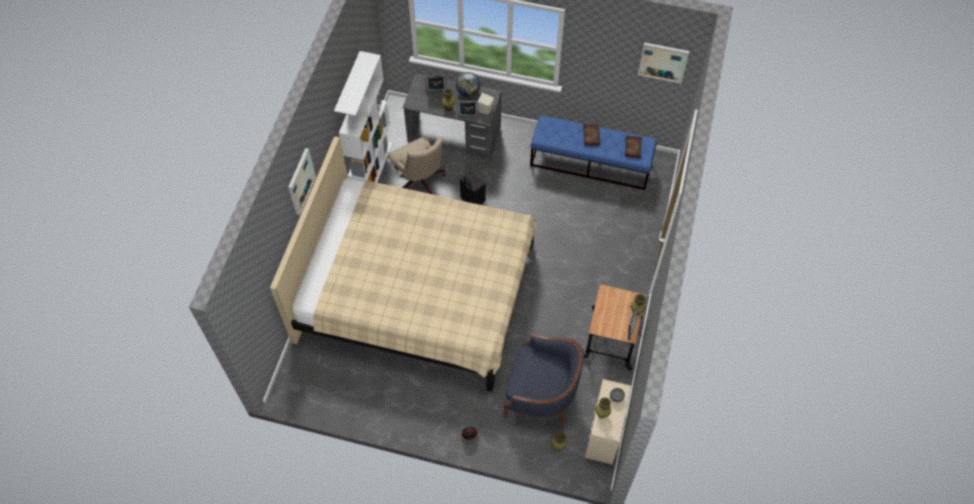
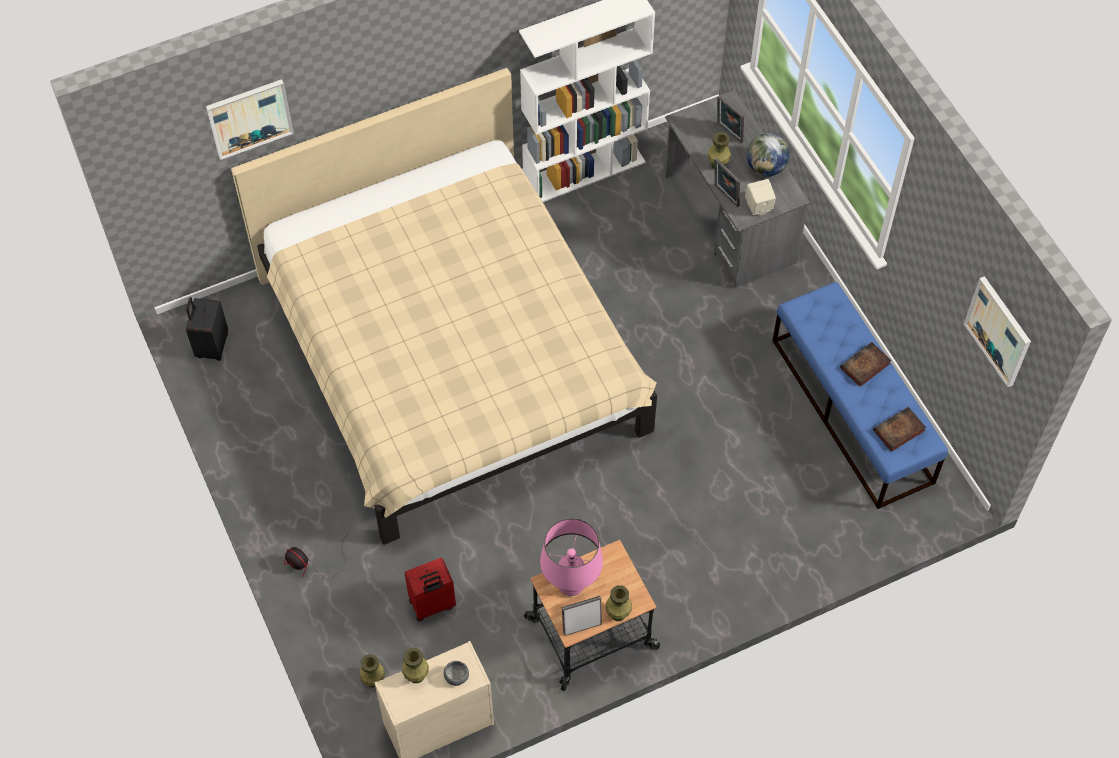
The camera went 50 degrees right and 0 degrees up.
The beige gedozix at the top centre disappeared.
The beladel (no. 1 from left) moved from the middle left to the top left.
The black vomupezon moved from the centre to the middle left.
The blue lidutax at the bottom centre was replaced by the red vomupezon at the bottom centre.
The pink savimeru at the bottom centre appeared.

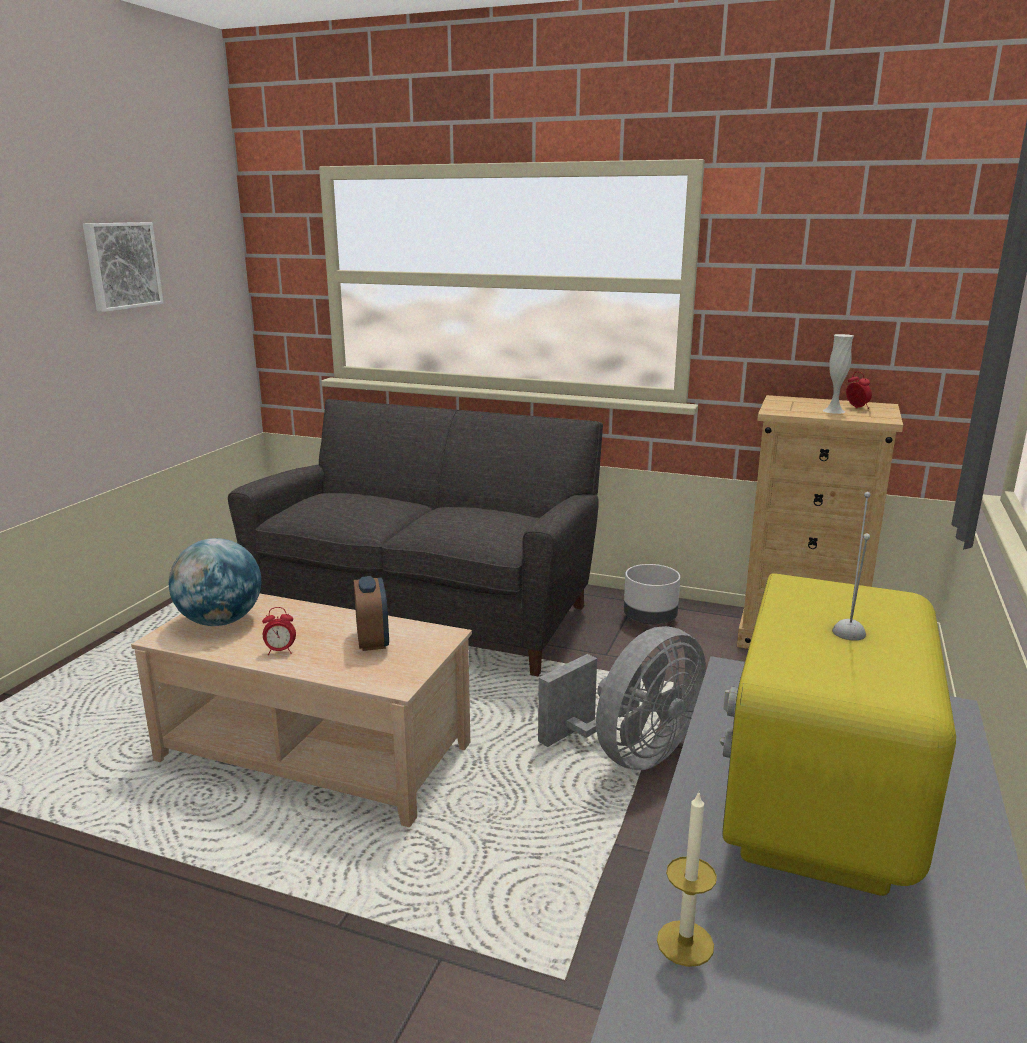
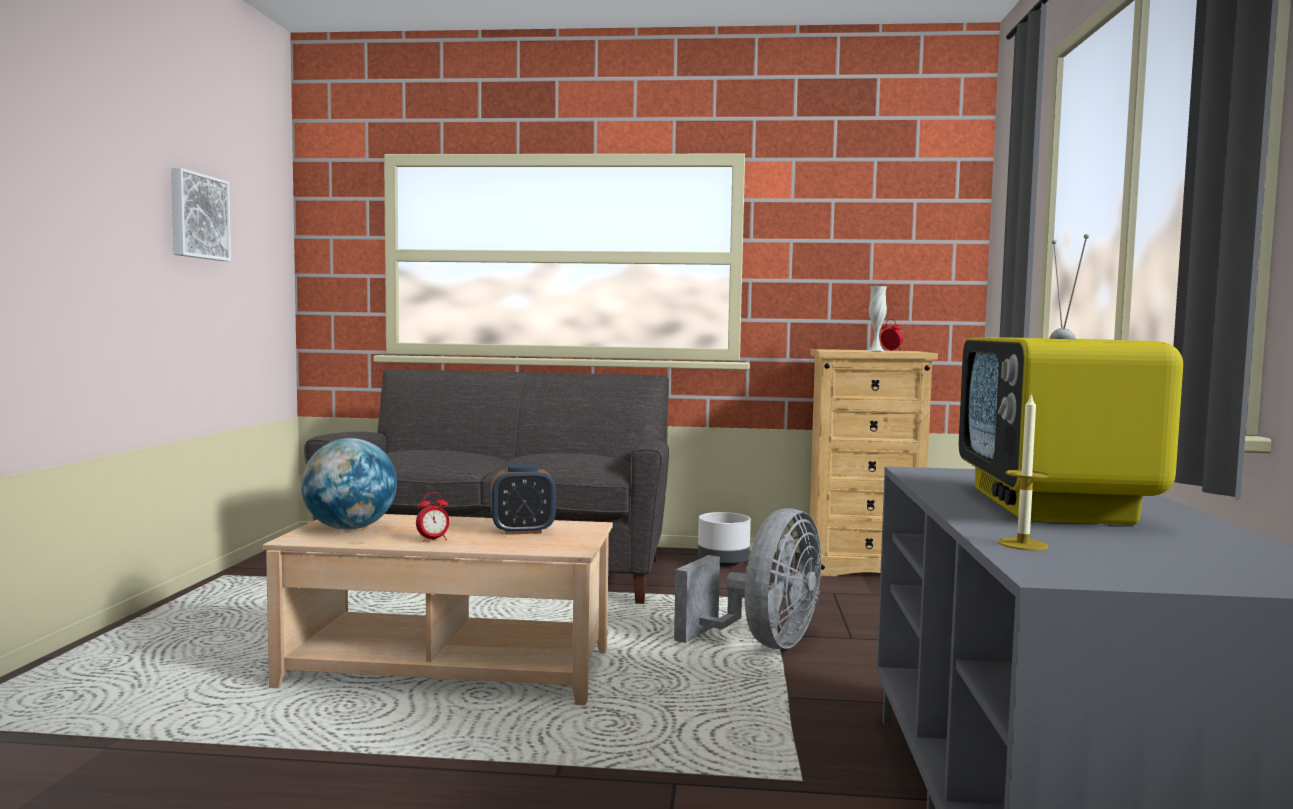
The camera went 15 degrees left and 15 degrees down.
The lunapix (no. 2 from left) at the centre turned 105 degrees clockwise.

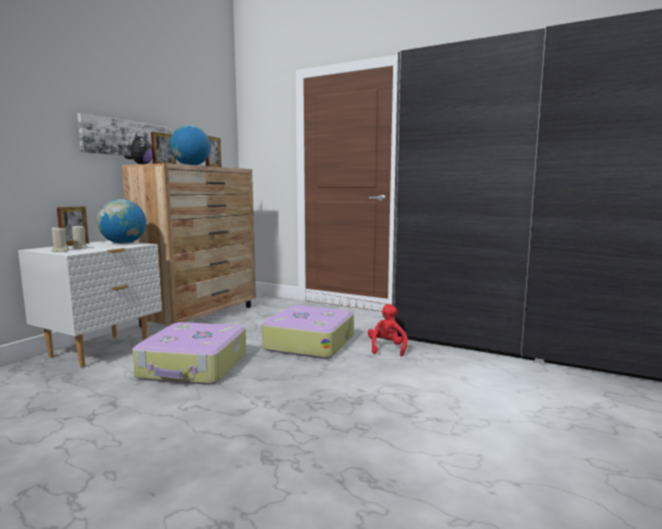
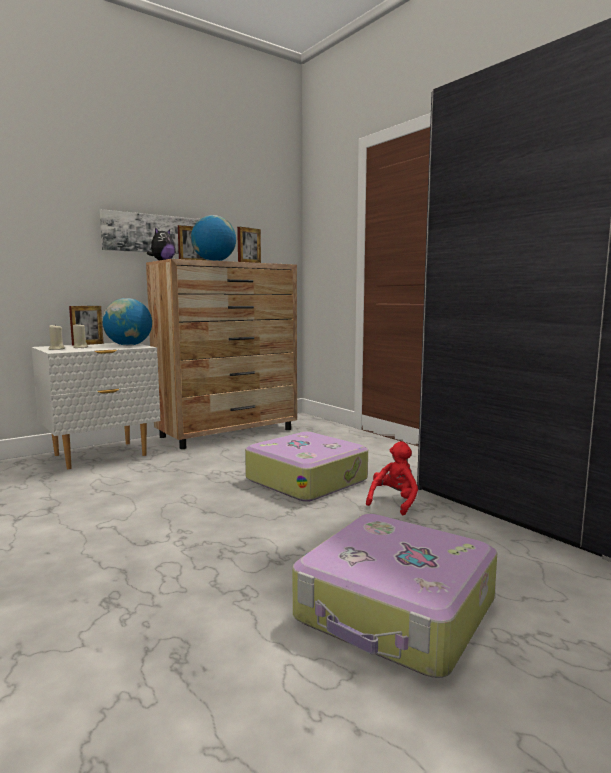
The camera went 25 degrees right and 0 degrees up.
The vomupezon (no. 1 from left in the first image) moved from the bottom left to the bottom centre.

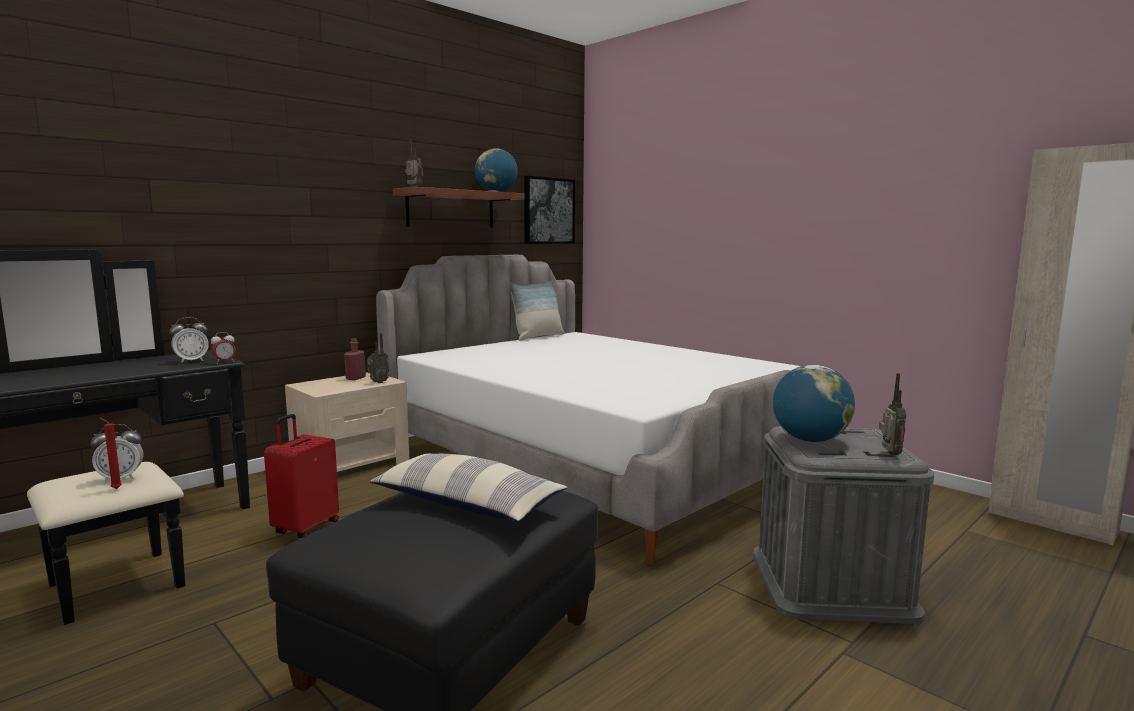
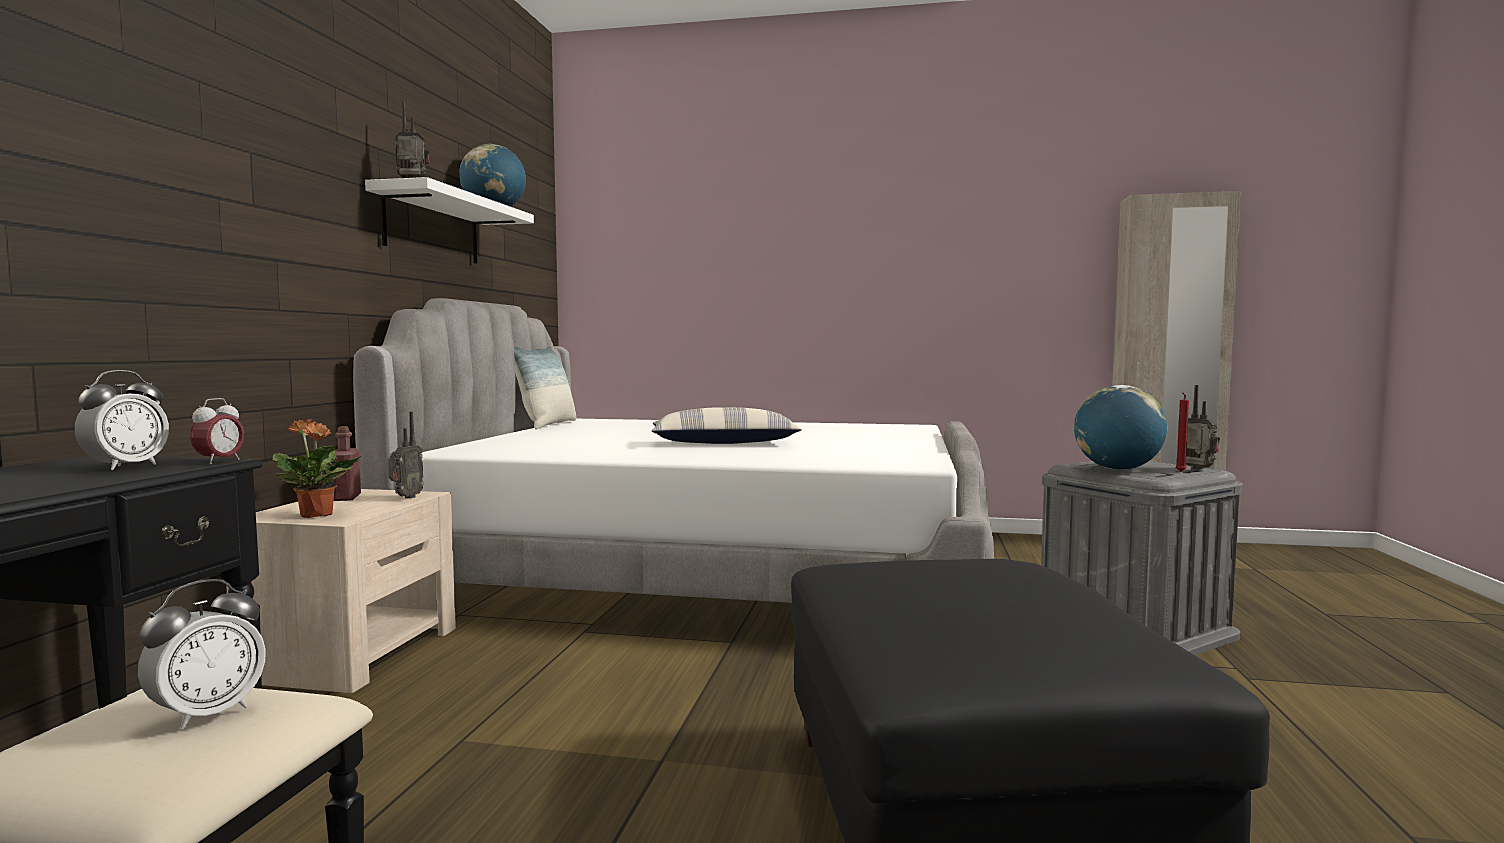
The camera went 35 degrees left and 5 degrees down.
The beladel at the top centre disappeared.
The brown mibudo at the top centre became the white mibudo at the top left.
The red vomupezon at the bottom left disappeared.
The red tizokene moved from the middle left to the middle right.
The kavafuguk (no. 1 from left in the first image) moved from the bottom centre to the centre.
The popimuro at the middle left appeared.

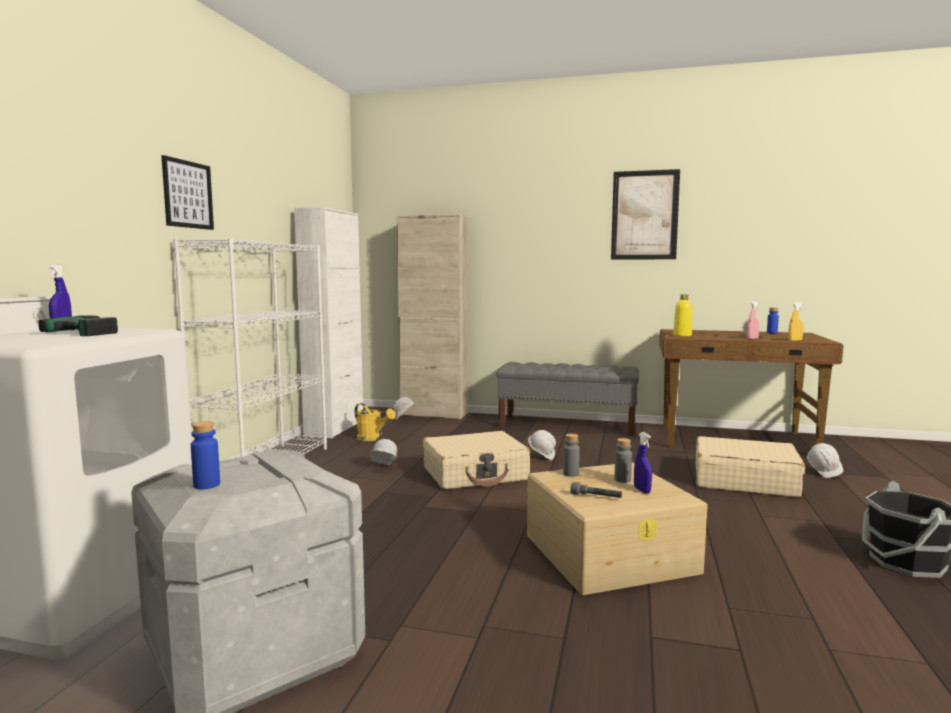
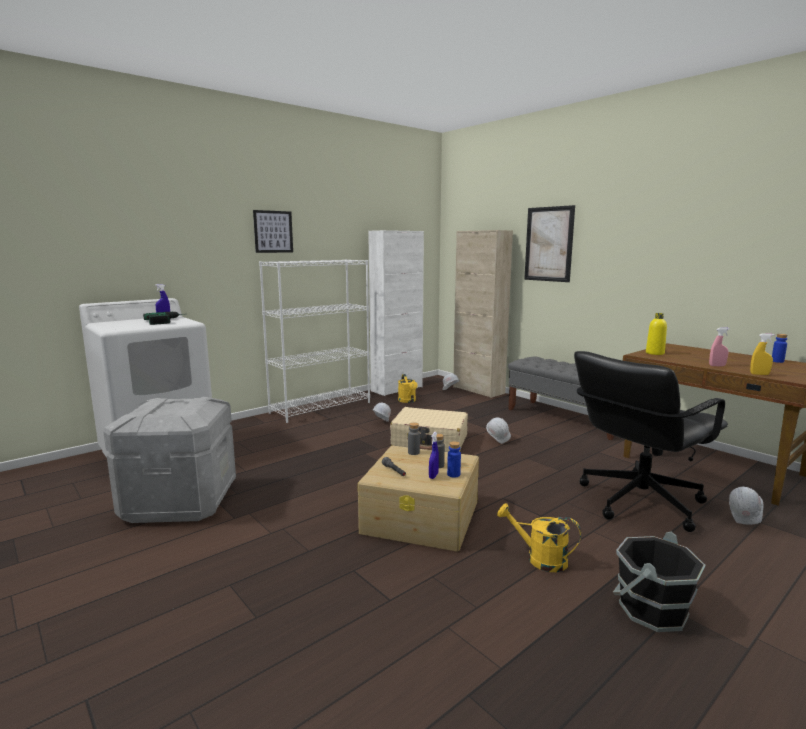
The camera went 35 degrees right and 5 degrees up.
The beladel (no. 2 from left) moved from the top right to the middle right.
The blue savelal (no. 1 from left) moved from the middle left to the centre.
The beige vomupezon (no. 2 from left) at the middle right was replaced by the black gedozix at the middle right.
The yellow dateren (no. 2 from left) at the bottom right appeared.

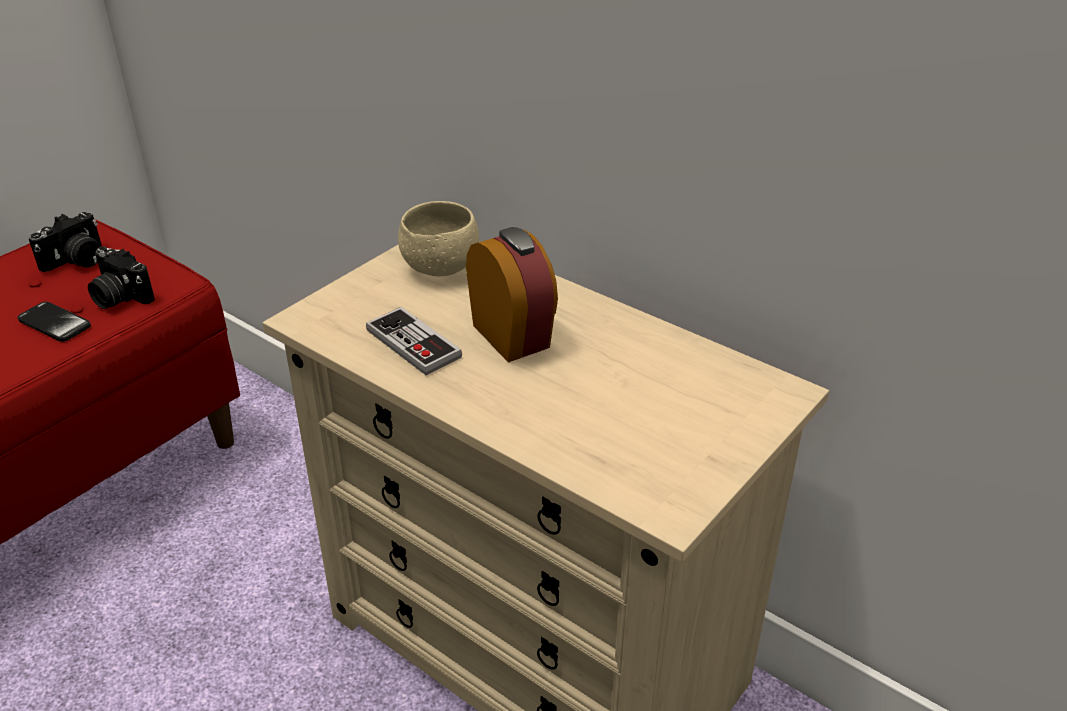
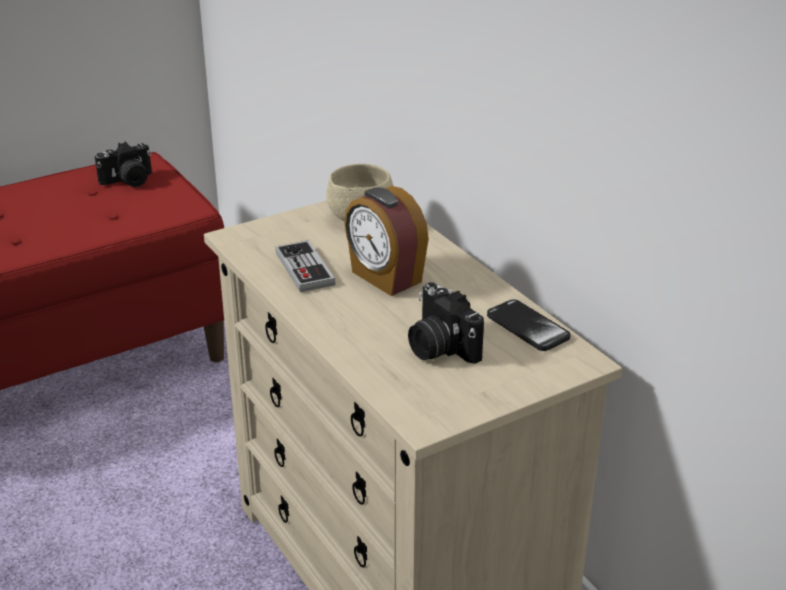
The camera went 20 degrees right and 5 degrees down.
The lunapix at the centre turned 150 degrees clockwise.
The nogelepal (no. 2 from left) moved from the middle left to the centre.
The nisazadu moved from the middle left to the middle right.

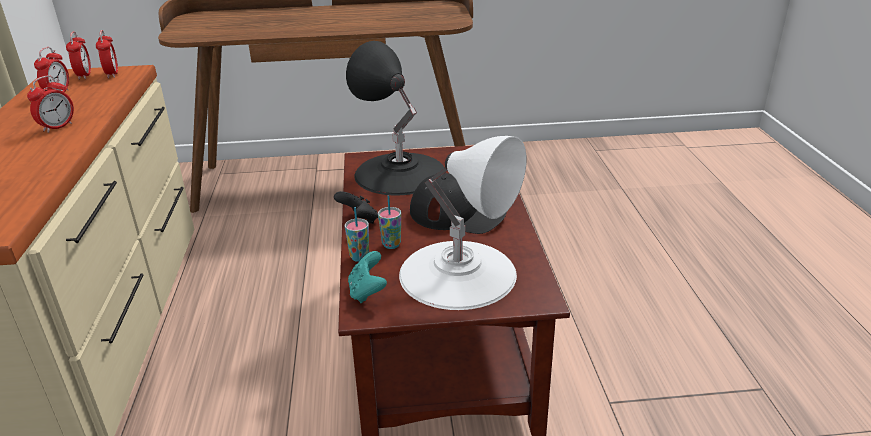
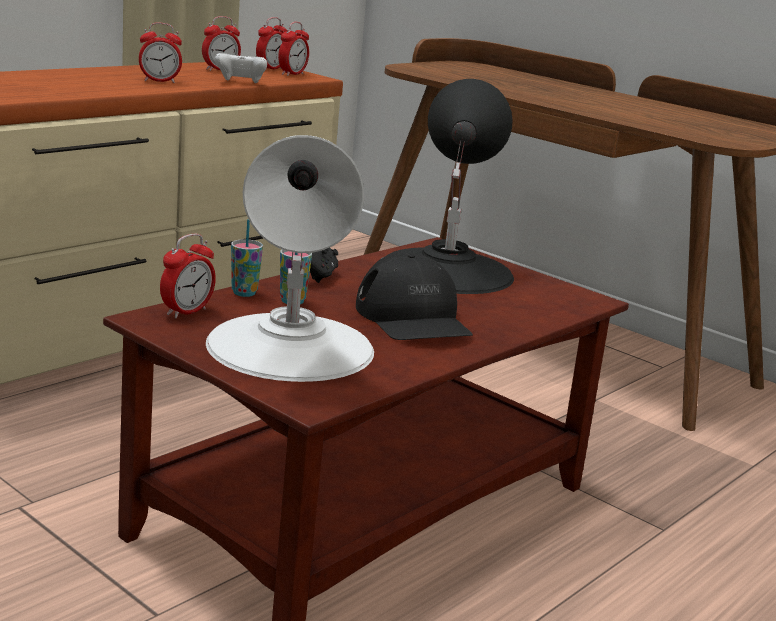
The camera went 45 degrees right and 10 degrees down.
The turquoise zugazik at the centre was replaced by the lunapix (no. 2 from left) at the middle left.
The white zugazik at the top left appeared.

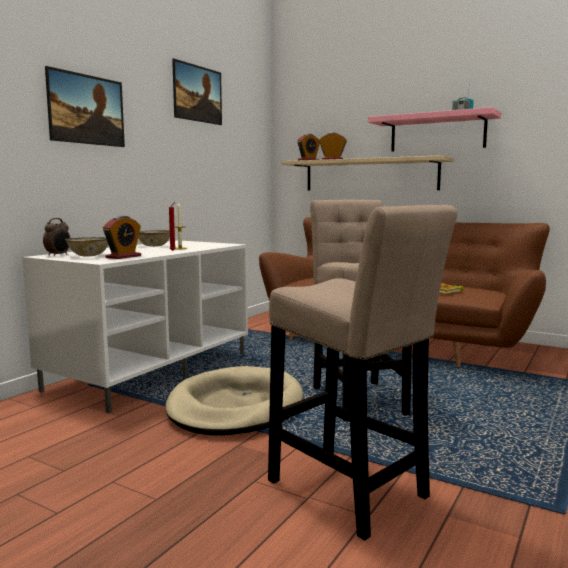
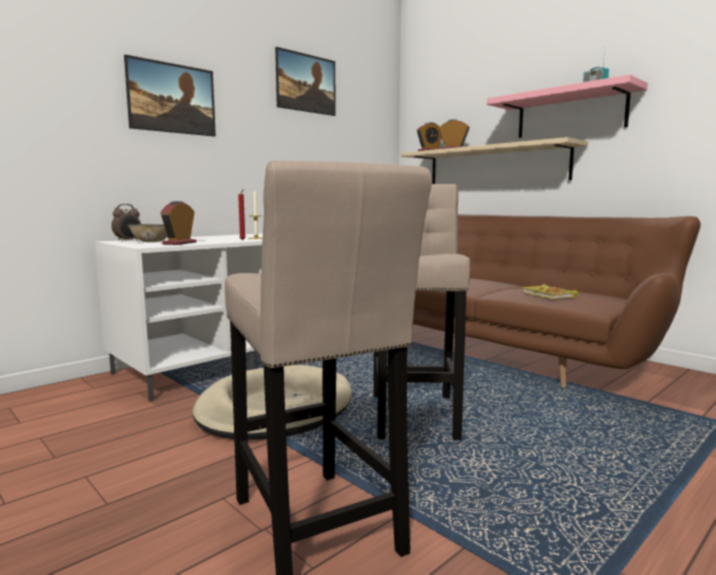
The camera went 15 degrees right and 0 degrees up.
The lunapix (no. 2 from left) at the middle left turned 150 degrees clockwise.
The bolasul (no. 2 from left) at the middle left disappeared.

